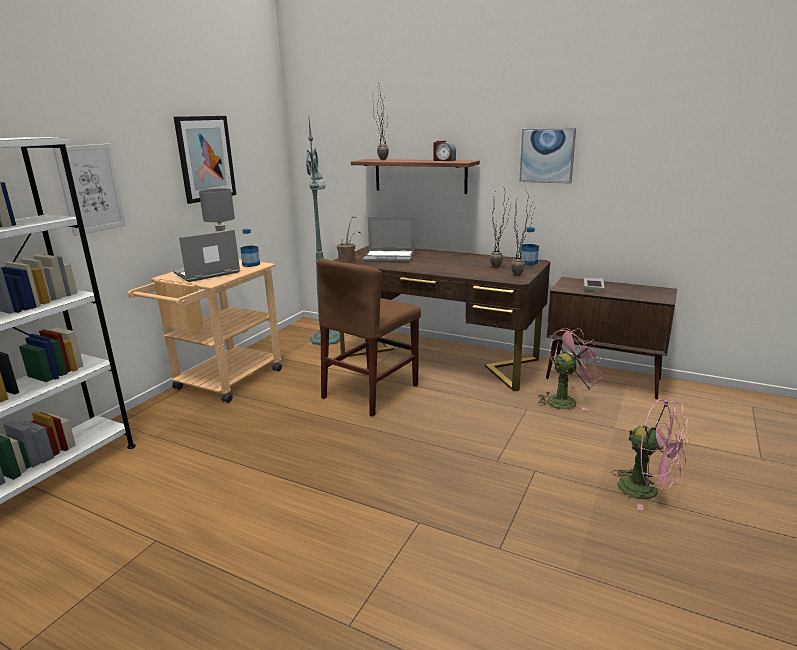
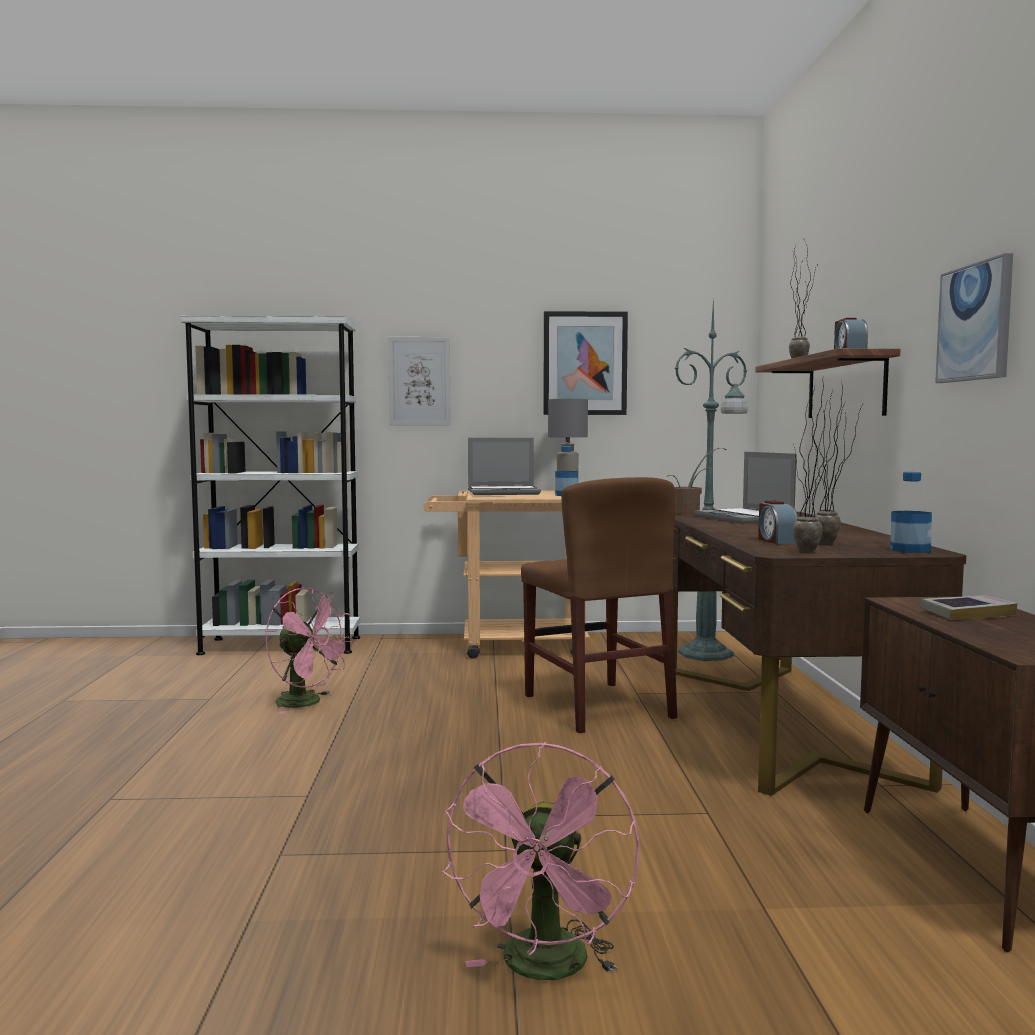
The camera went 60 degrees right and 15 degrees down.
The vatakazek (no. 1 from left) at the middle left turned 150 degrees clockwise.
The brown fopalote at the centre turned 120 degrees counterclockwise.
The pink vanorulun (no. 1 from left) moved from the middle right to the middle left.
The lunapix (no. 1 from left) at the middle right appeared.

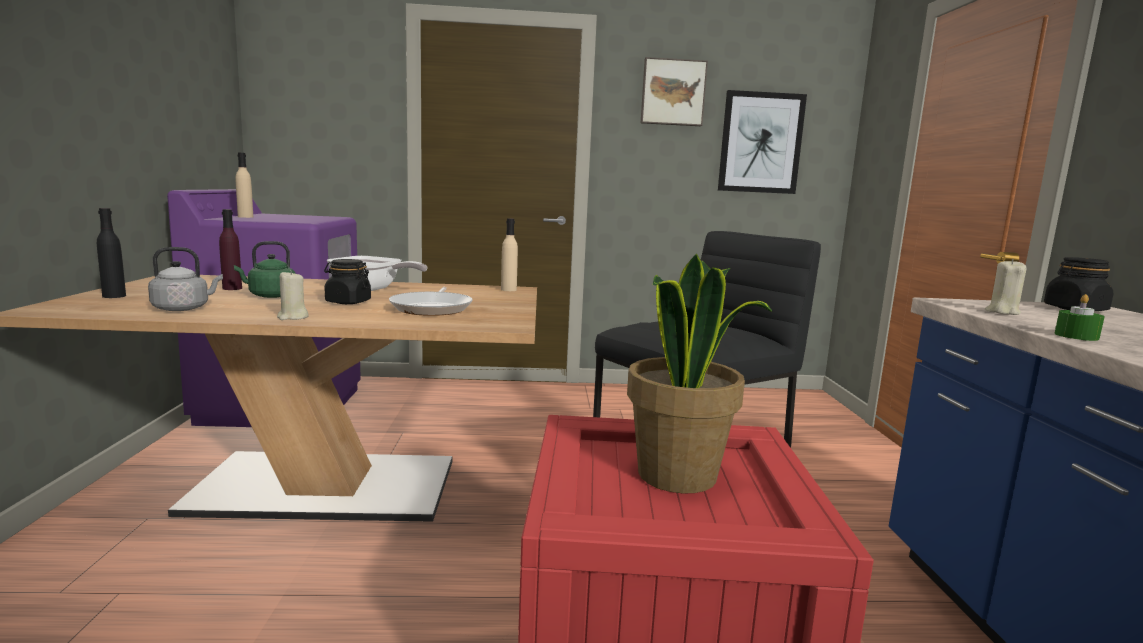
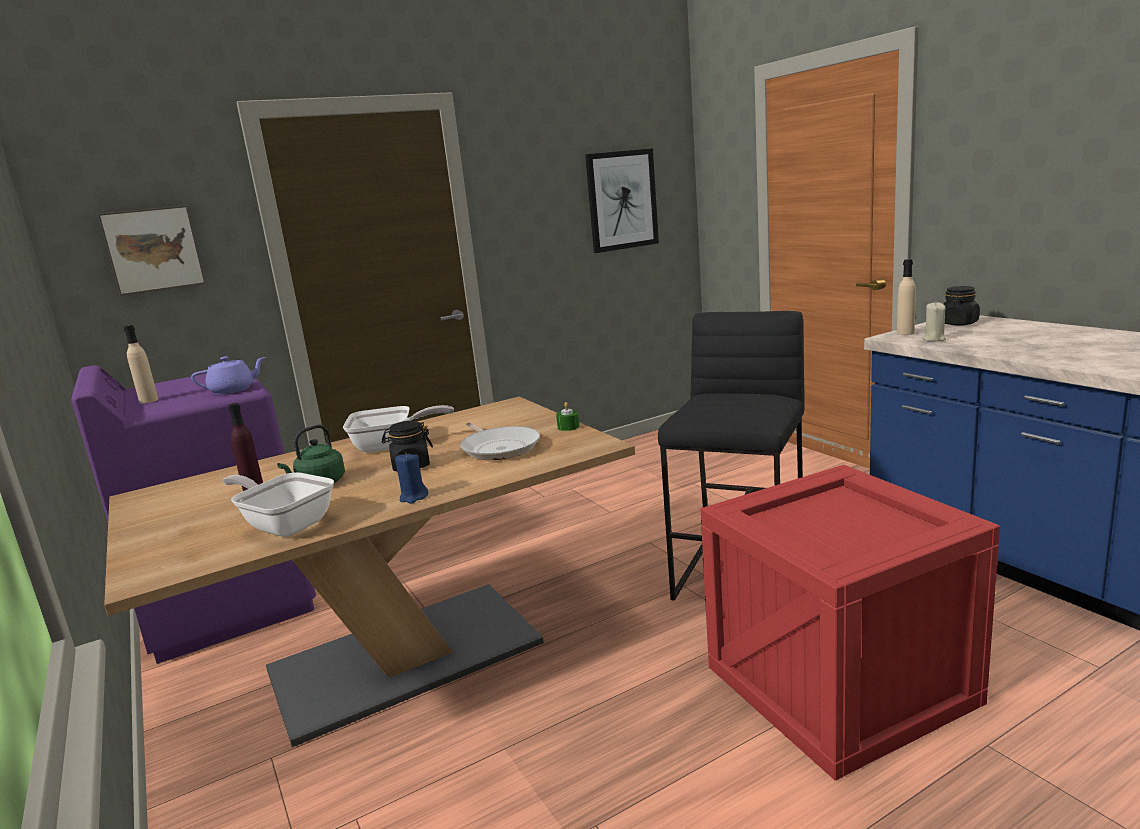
The camera went 25 degrees left and 5 degrees up.
The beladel (no. 1 from left) moved from the top centre to the top left.
The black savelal at the middle left disappeared.
The beige savelal (no. 2 from left) moved from the centre to the middle right.
The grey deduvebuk at the middle left was replaced by the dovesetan (no. 1 from left) at the middle left.
The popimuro at the centre disappeared.
The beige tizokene (no. 1 from left) at the middle left became the blue tizokene at the centre.
The green tizokene moved from the middle right to the centre.
The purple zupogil at the middle left appeared.

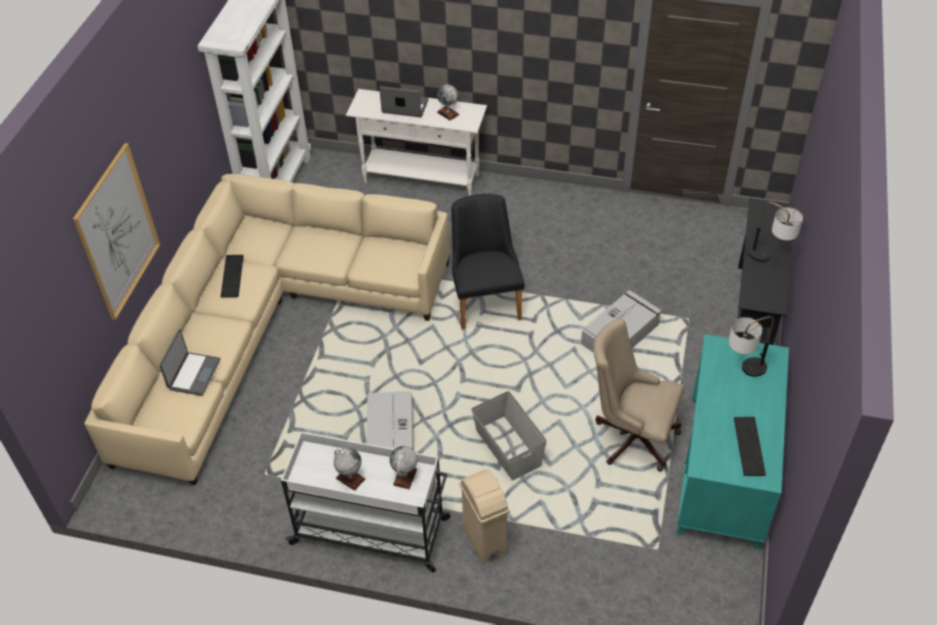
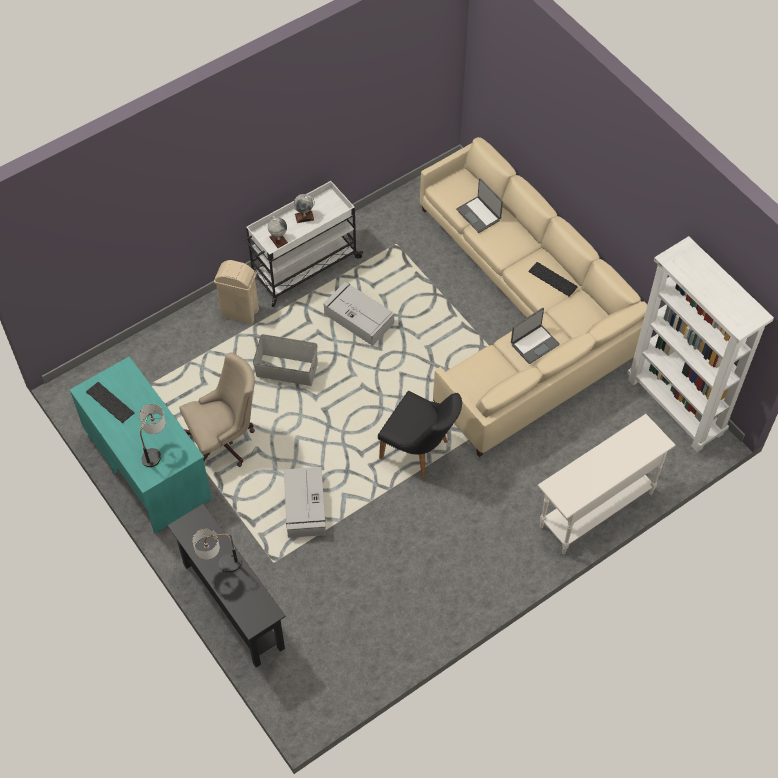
The camera went 130 degrees right and 10 degrees up.
The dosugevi (no. 3 from left) at the top centre disappeared.
The vatakazek (no. 2 from left) moved from the top centre to the middle right.
The beladel at the middle left disappeared.

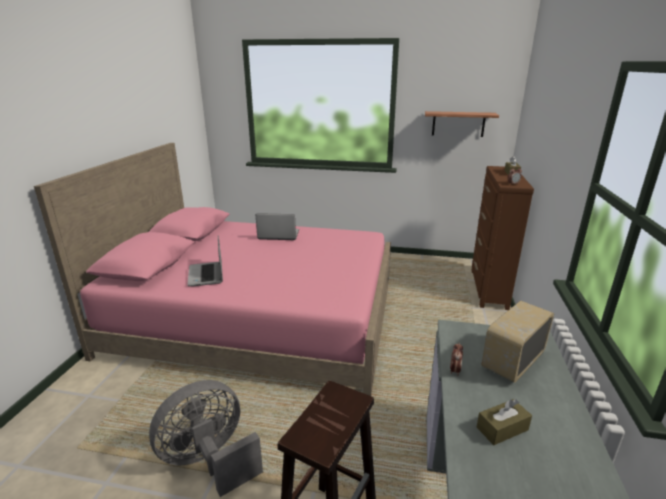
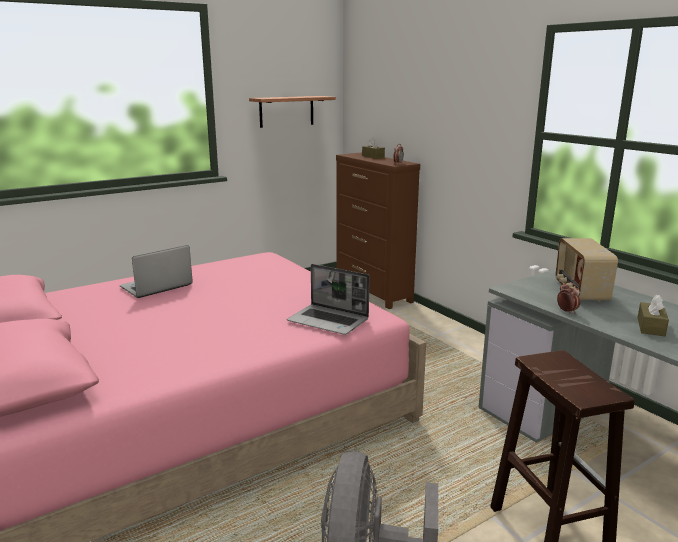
The camera went 45 degrees left and 5 degrees down.
The vatakazek (no. 1 from left in the first image) moved from the middle left to the centre.

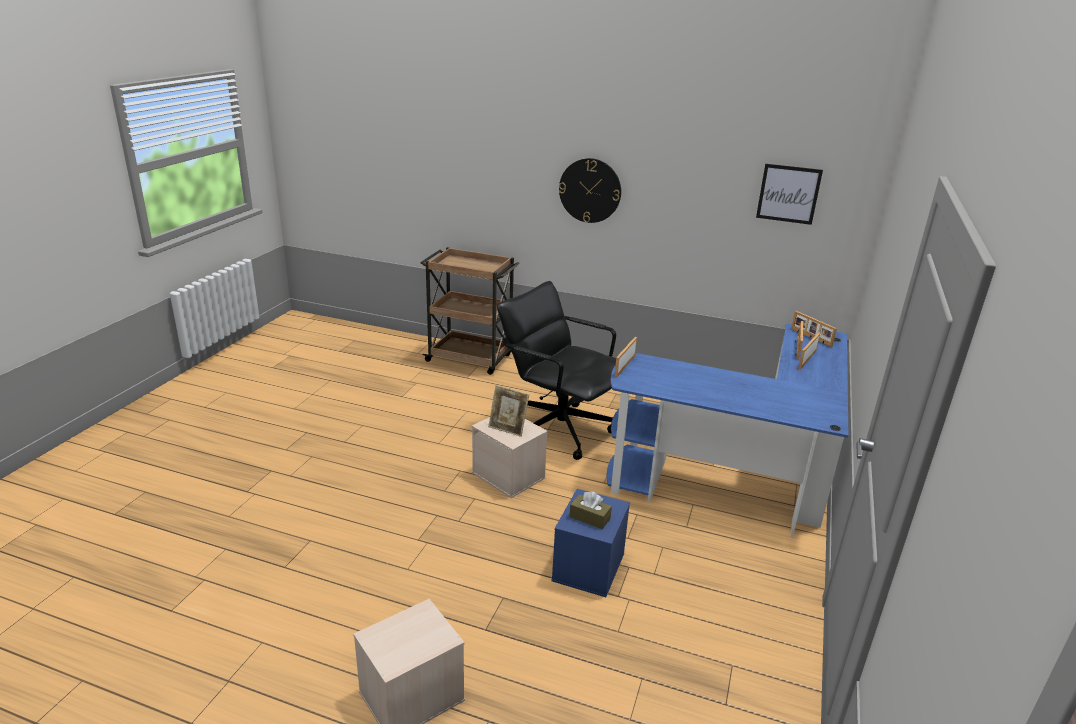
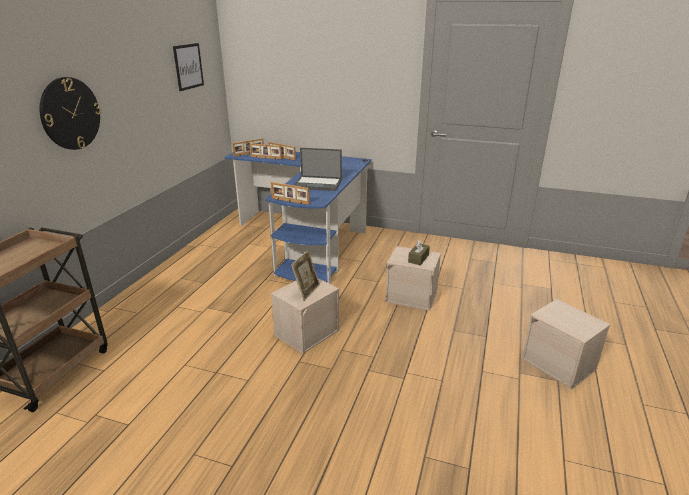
The camera went 90 degrees left and 0 degrees up.
The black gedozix at the centre disappeared.
The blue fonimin at the bottom centre became the beige fonimin (no. 2 from left) at the centre.
The vatakazek at the centre appeared.

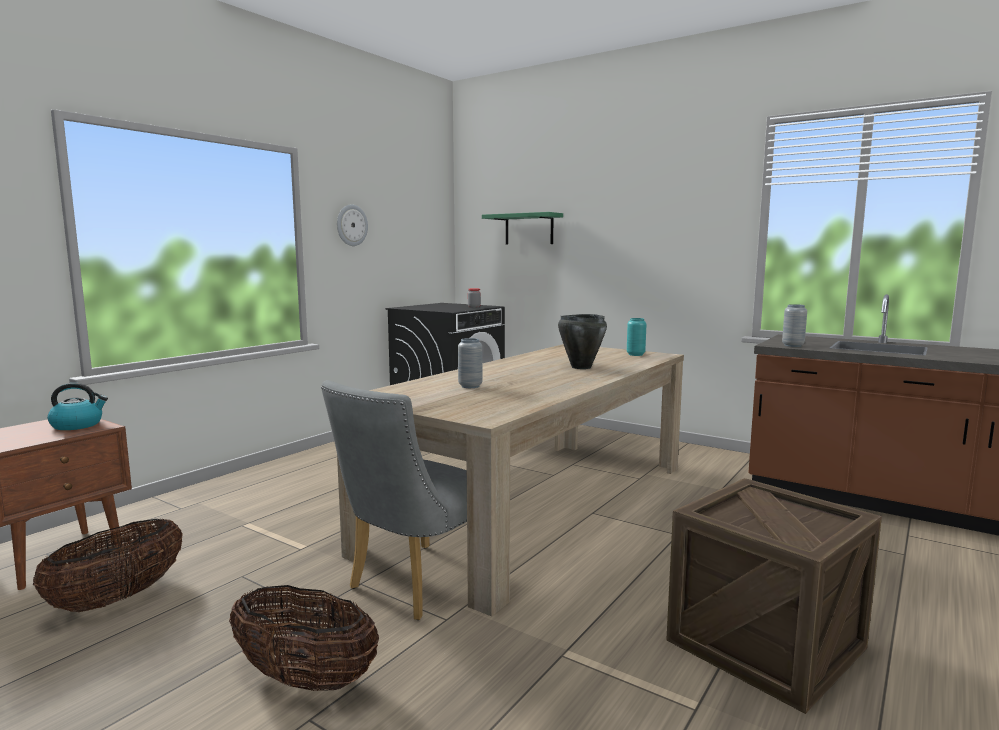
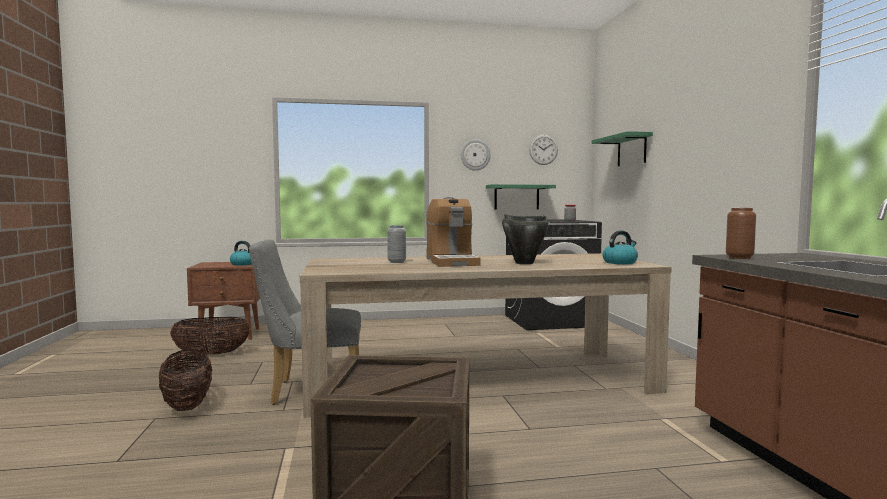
The camera went 45 degrees right and 5 degrees down.
The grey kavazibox (no. 2 from left) at the middle right became the brown kavazibox at the middle right.
The turquoise kavazibox at the centre was replaced by the deduvebuk (no. 2 from left) at the middle right.
The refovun (no. 2 from left) at the top centre appeared.
The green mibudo (no. 1 from left) at the centre appeared.
The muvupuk at the centre appeared.

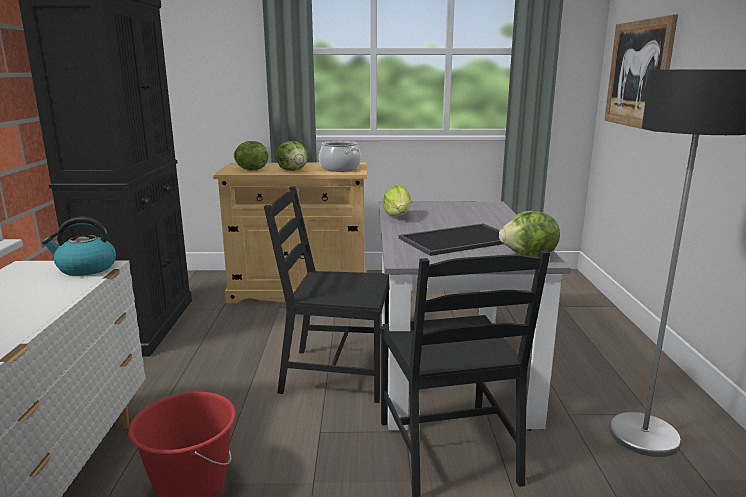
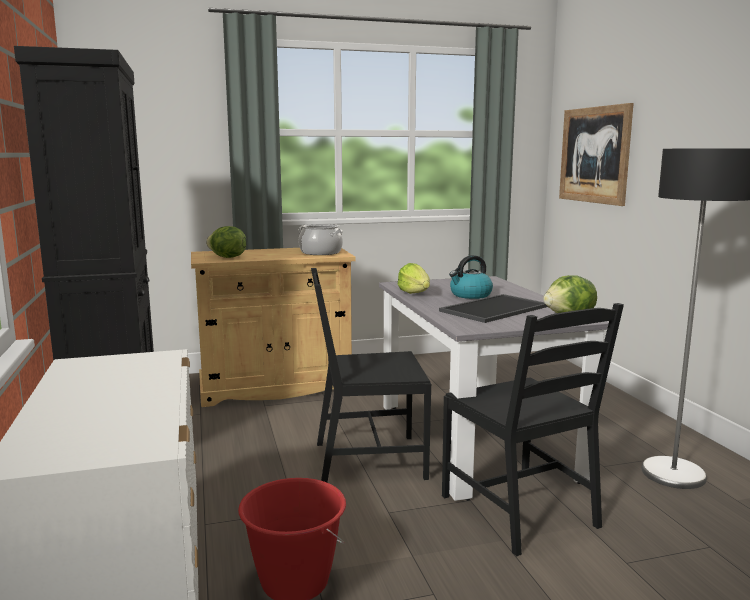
The camera went 15 degrees left and 5 degrees down.
The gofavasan (no. 2 from left) at the top centre disappeared.
The deduvebuk moved from the middle left to the centre.

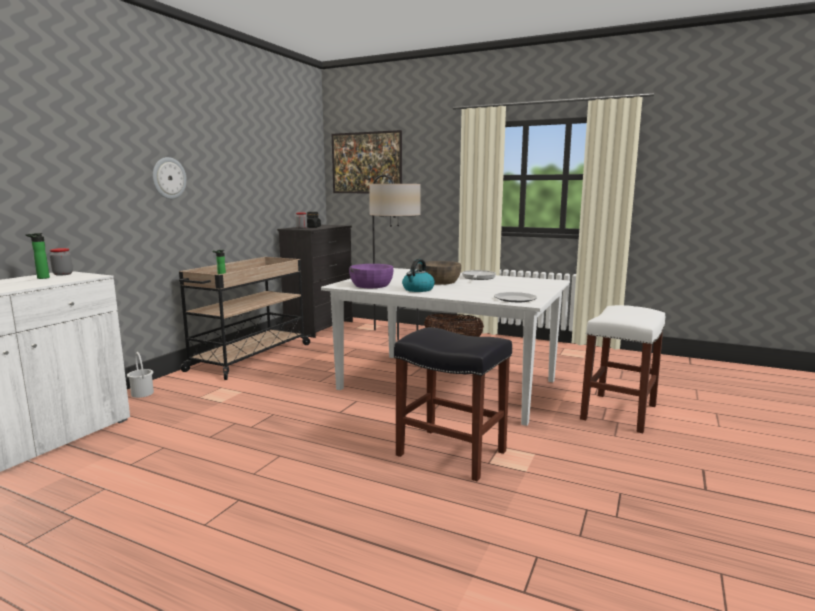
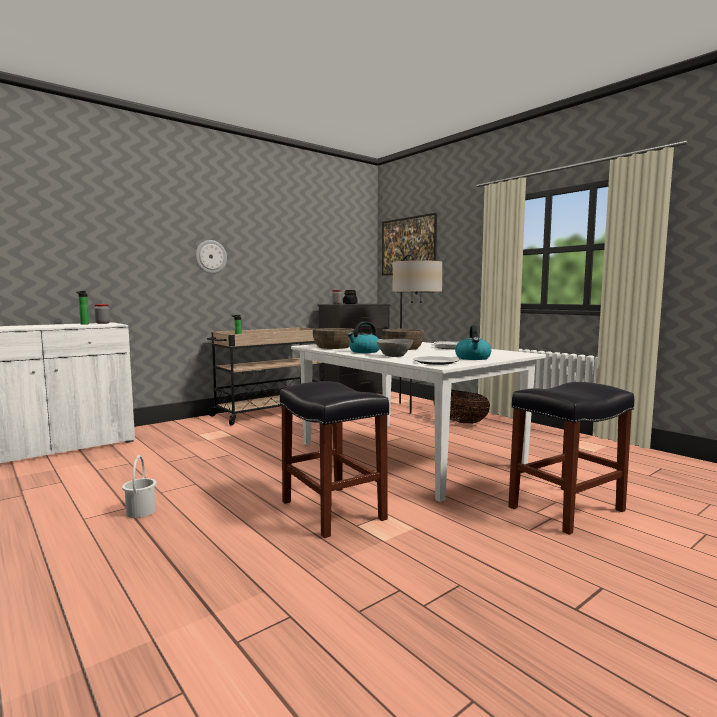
The camera went 25 degrees right and 5 degrees down.
The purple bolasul at the centre became the brown bolasul (no. 1 from left) at the centre.
The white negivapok at the middle right became the black negivapok (no. 2 from left) at the middle right.
The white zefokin moved from the middle left to the bottom left.
The deduvebuk (no. 2 from left) at the centre appeared.
The grey bolasul at the centre appeared.

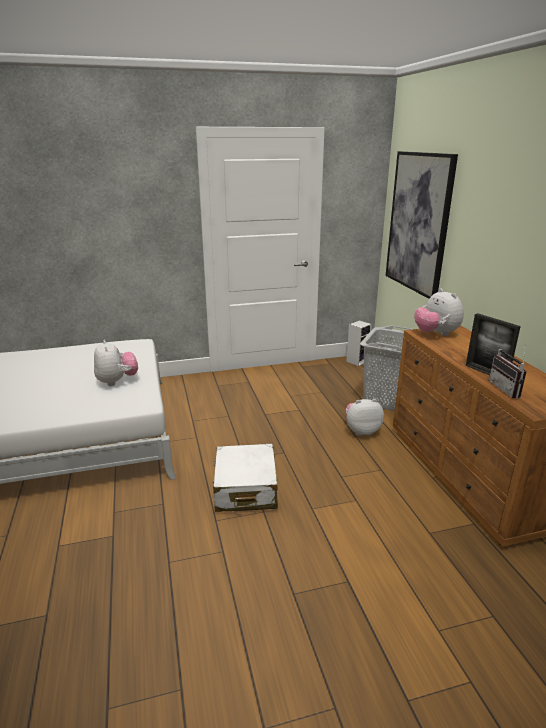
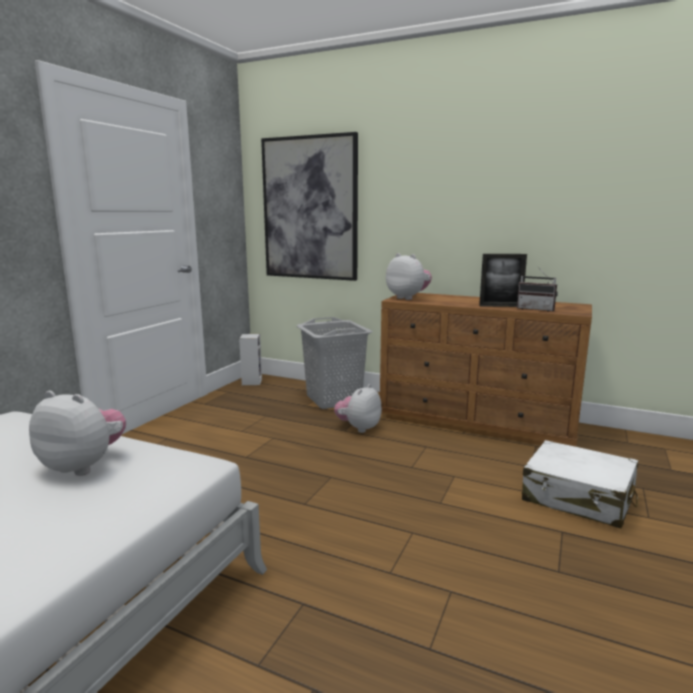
The camera went 50 degrees left and 10 degrees down.
The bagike (no. 3 from left) at the middle right turned 150 degrees counterclockwise.
The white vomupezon moved from the centre to the bottom right.

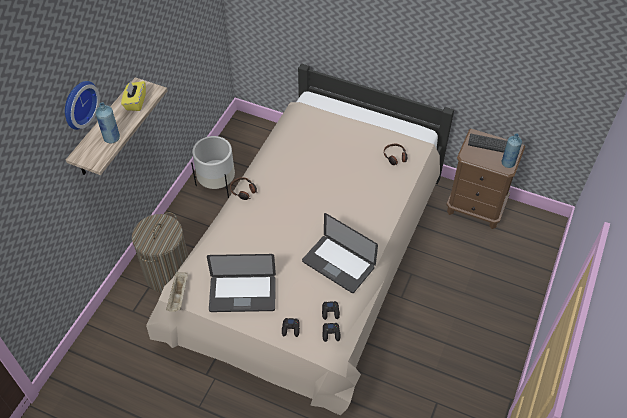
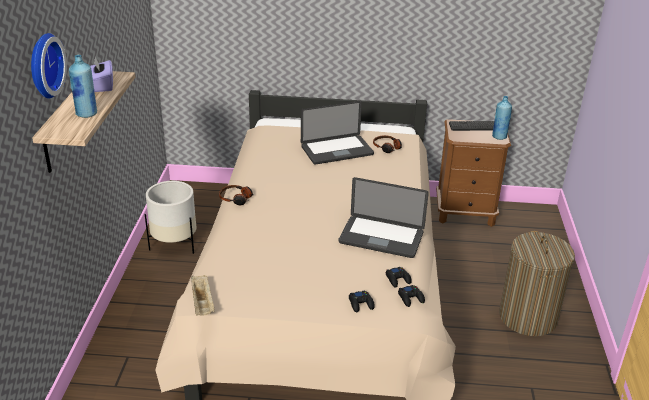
The camera went 20 degrees left and 20 degrees down.
The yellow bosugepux at the top left became the purple bosugepux at the top left.
The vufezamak moved from the middle left to the bottom right.
The vatakazek (no. 1 from left) moved from the bottom centre to the top centre.

